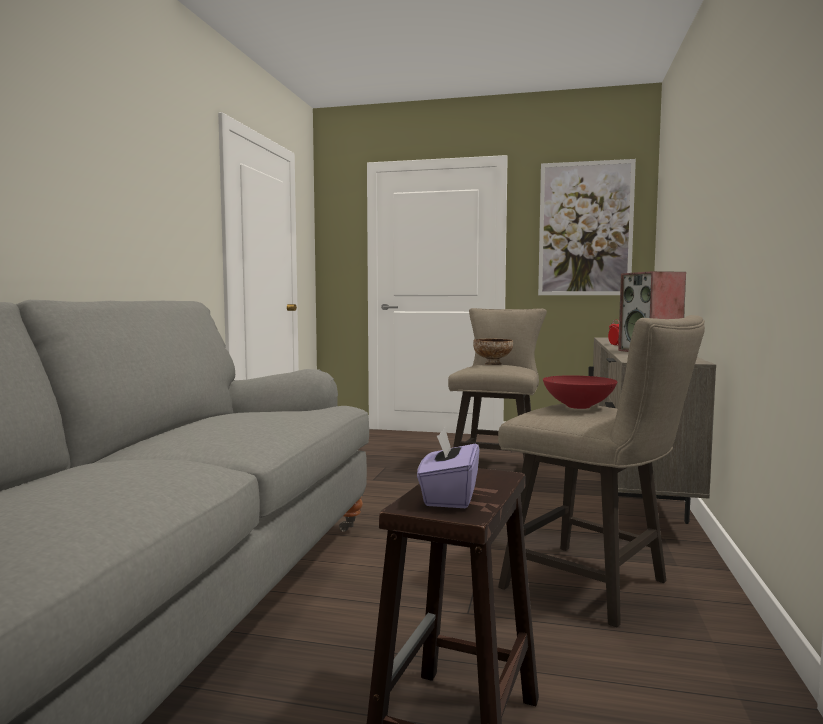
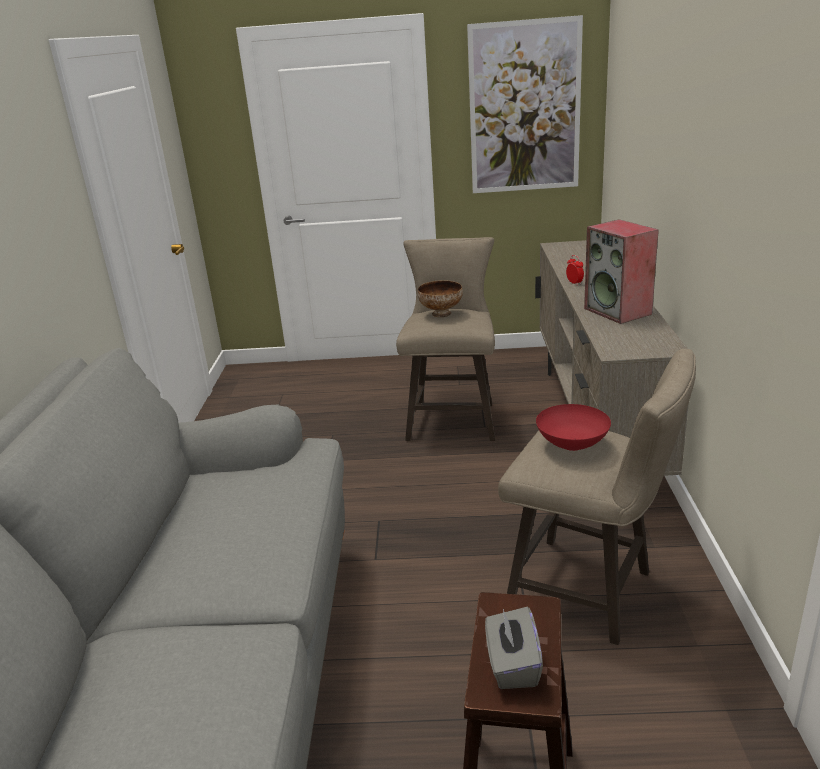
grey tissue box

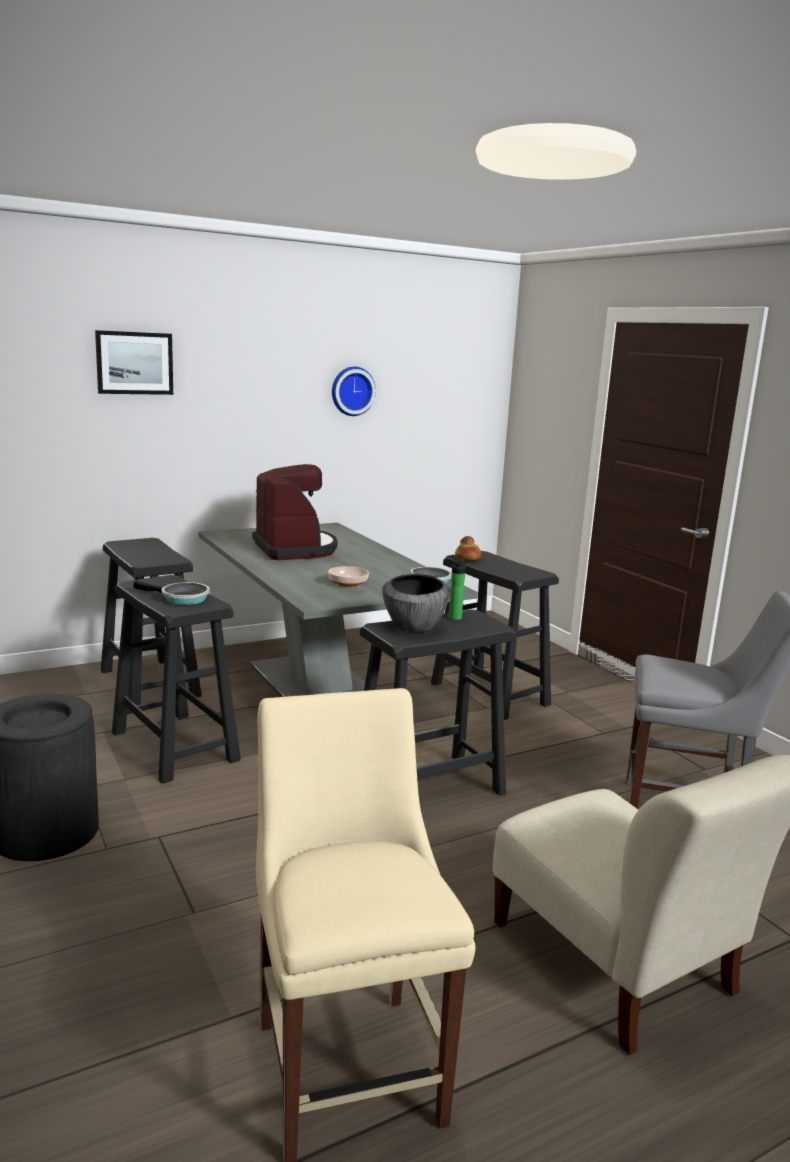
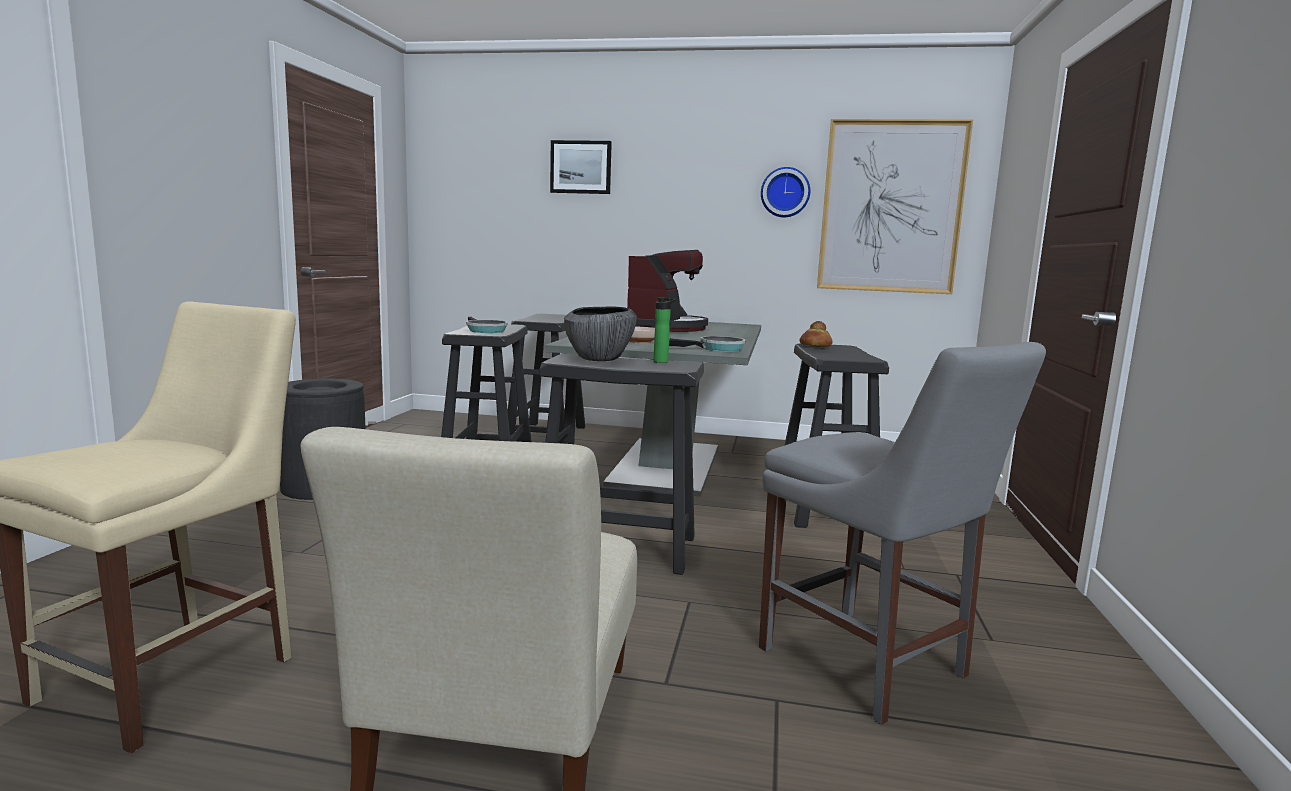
picture (2nd from left)

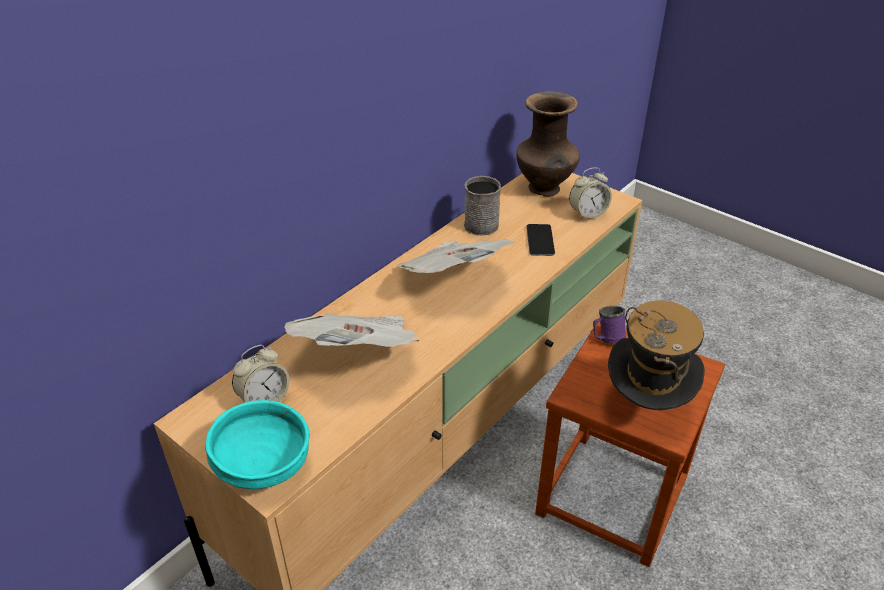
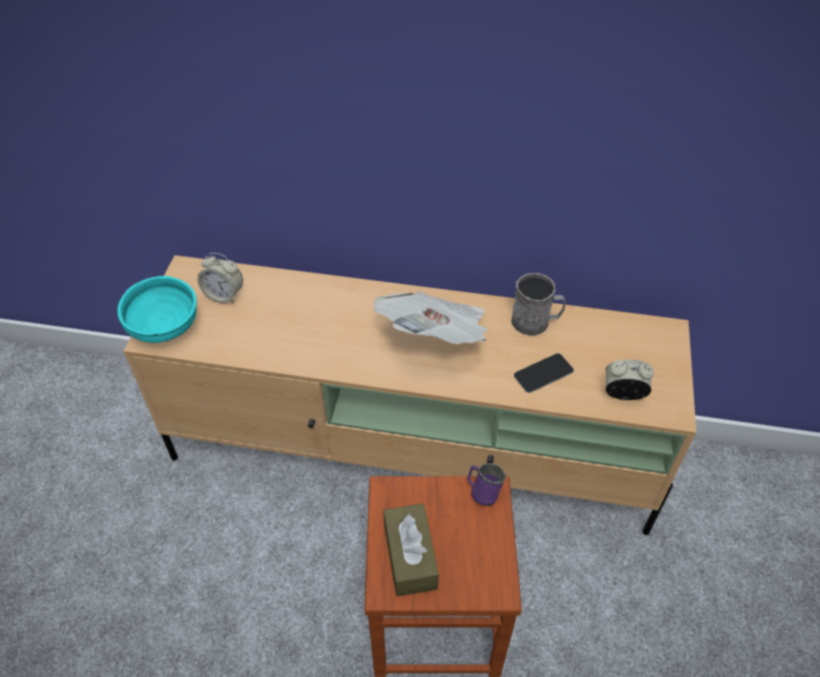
brown vase
alarm clock (2nd from left)
brown tissue box
newspaper (1st from left in the first image)

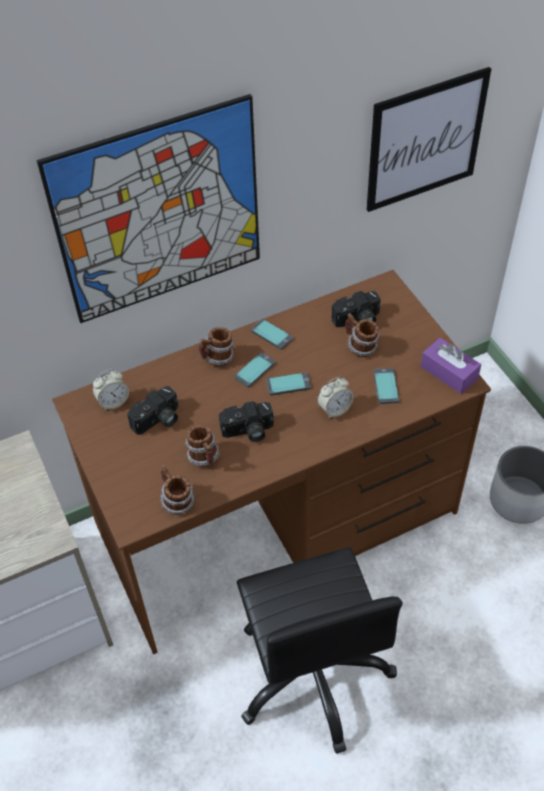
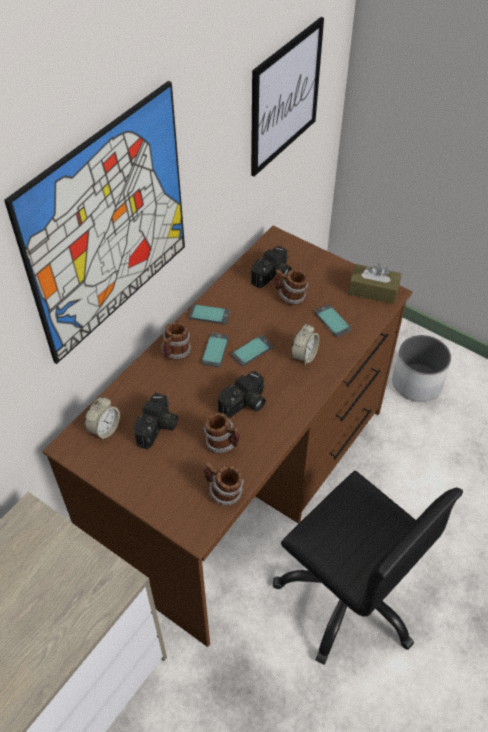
brown tissue box

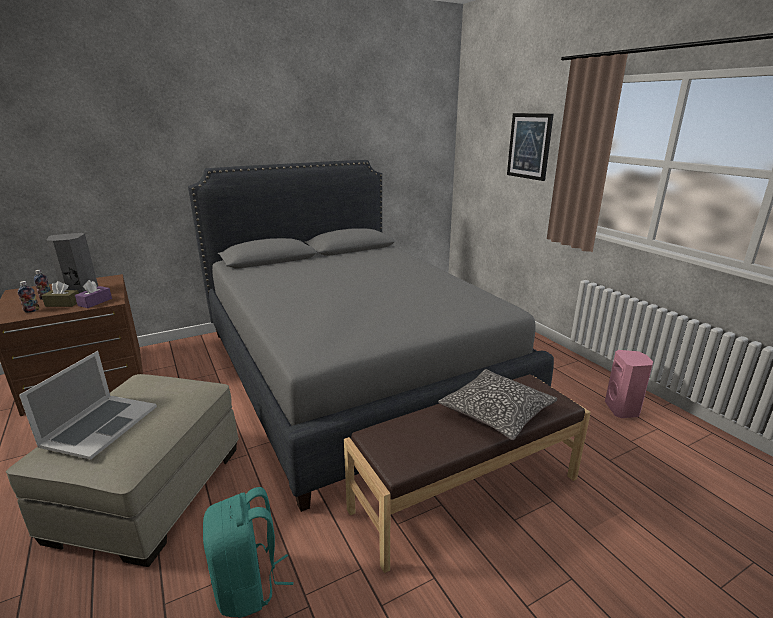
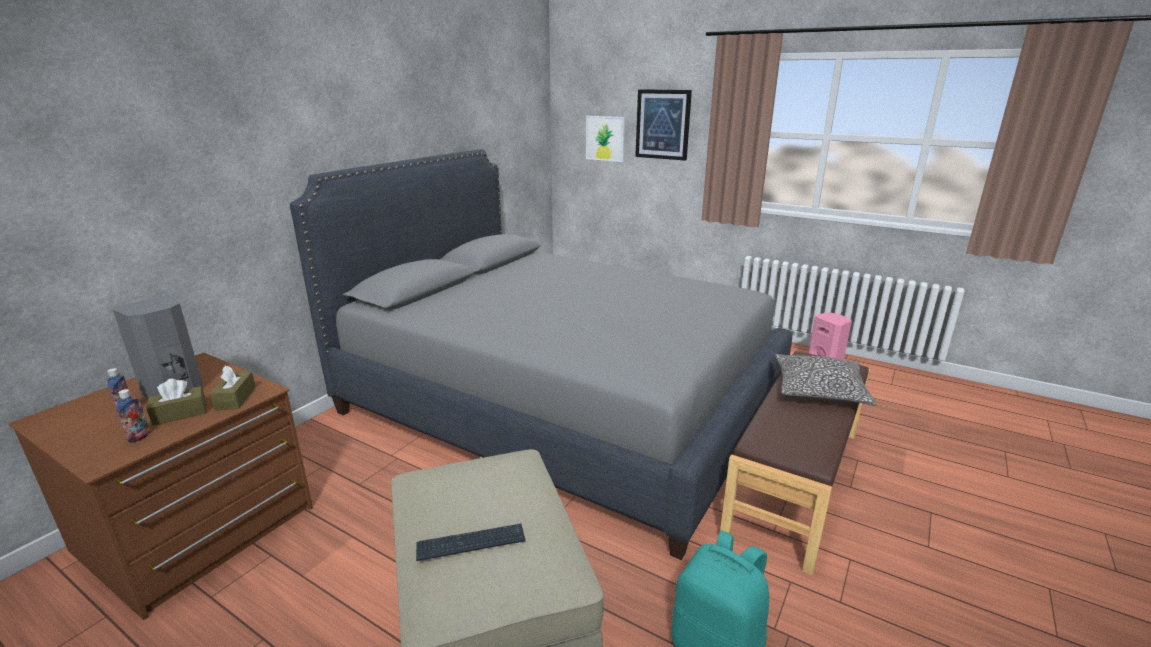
brown tissue box (2nd from left)
keyboard
picture (1st from left)

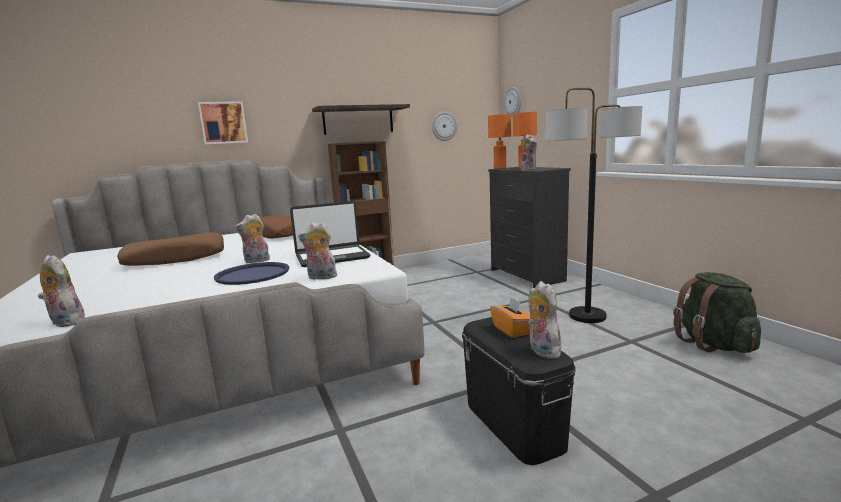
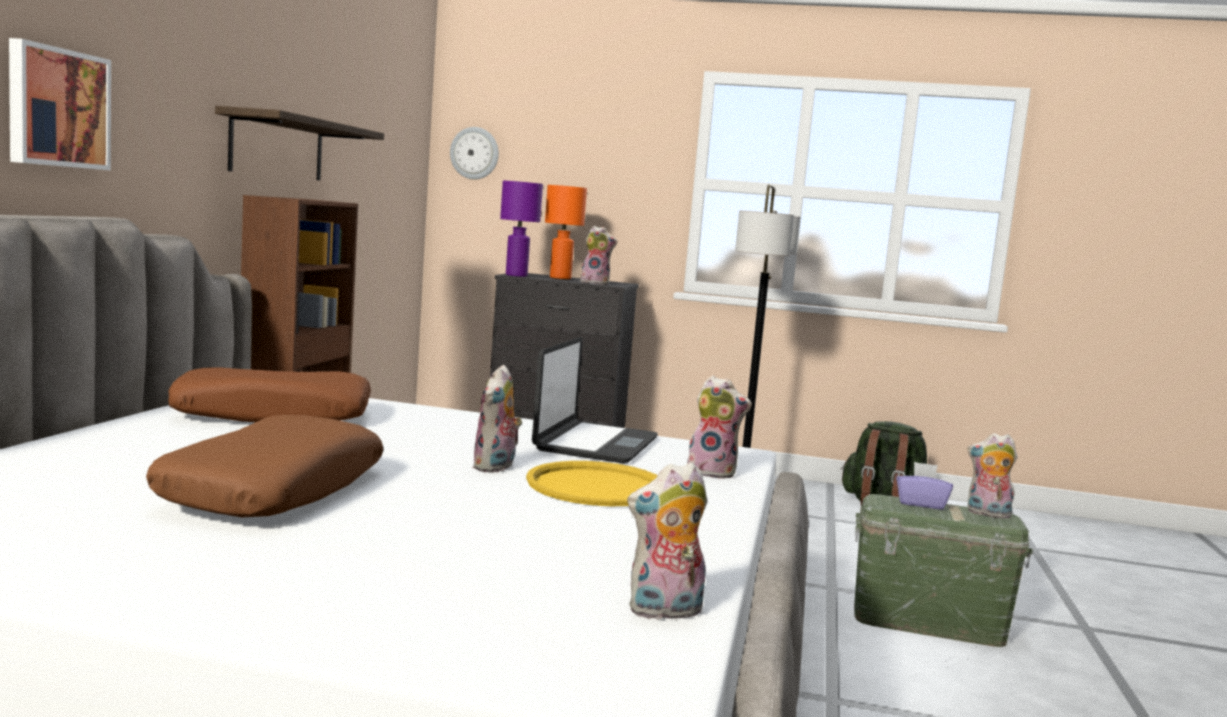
wall clock (1st from left in the first image)
purple table lamp
plush toy (4th from left)
yellow tray
purple tissue box
green storage box

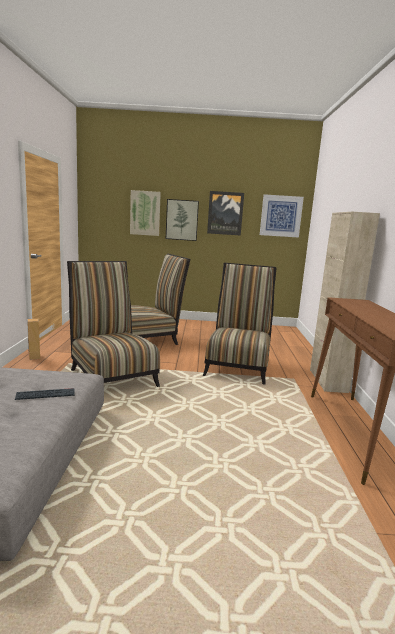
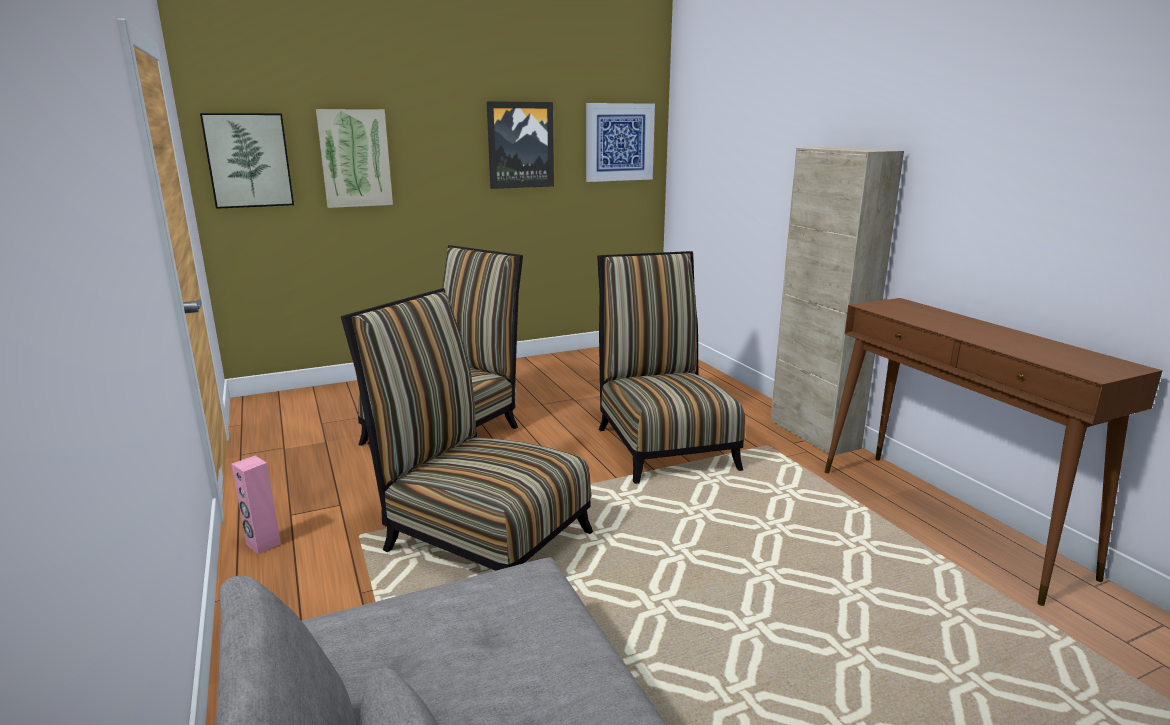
picture (1st from left)
pink speaker
keyboard

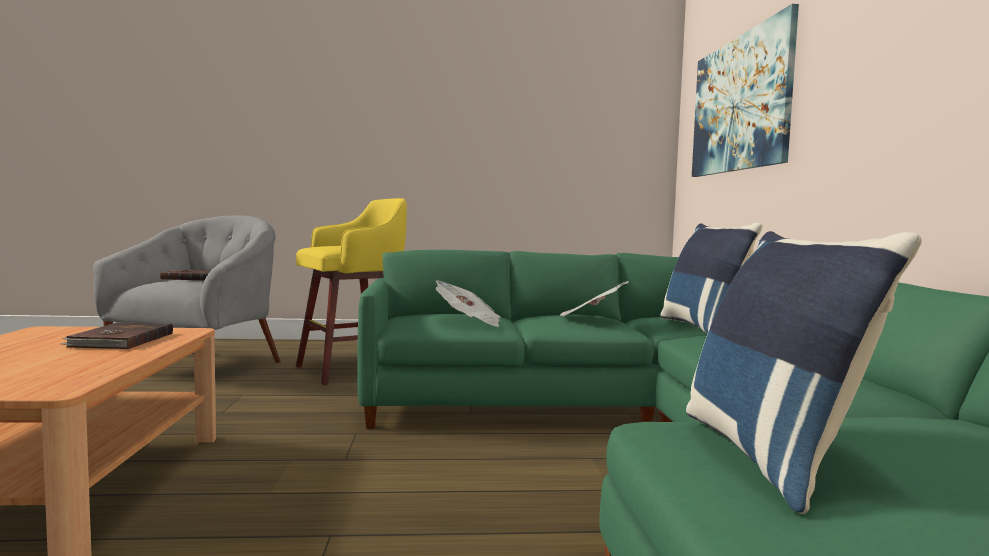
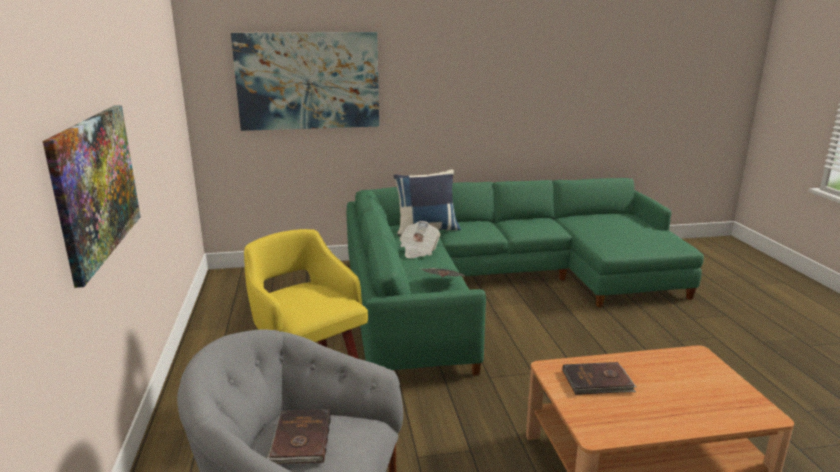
blue pillow (2nd from left in the first image)
picture (1st from left)

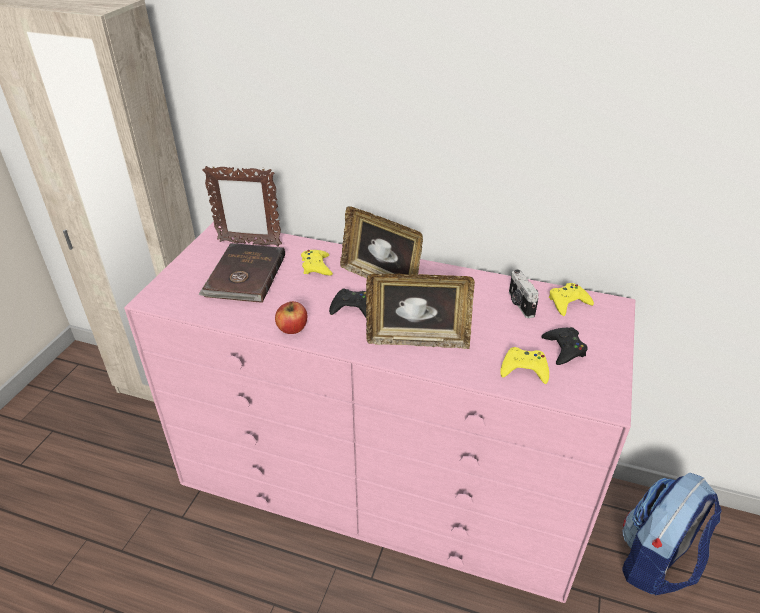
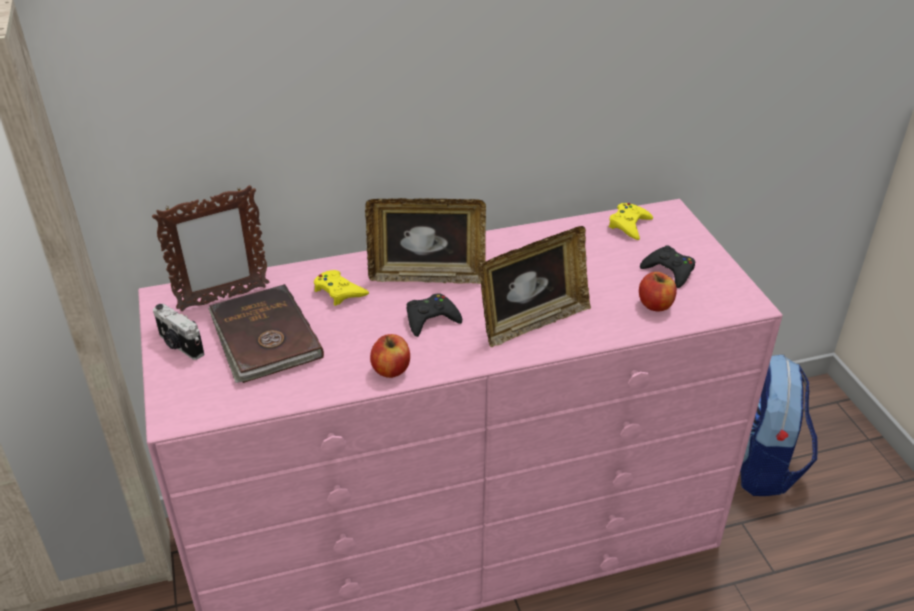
photo camera
apple (2nd from left)

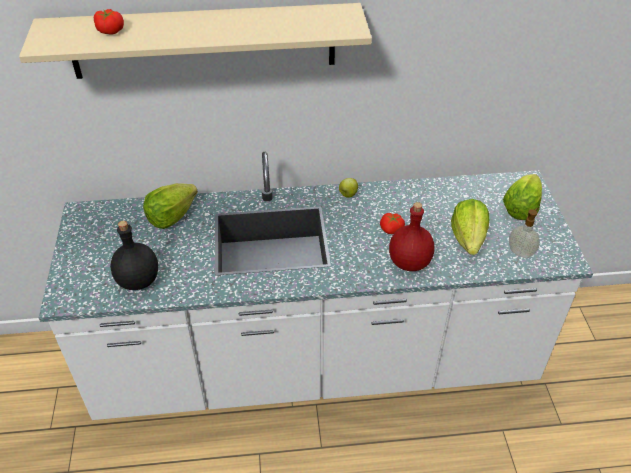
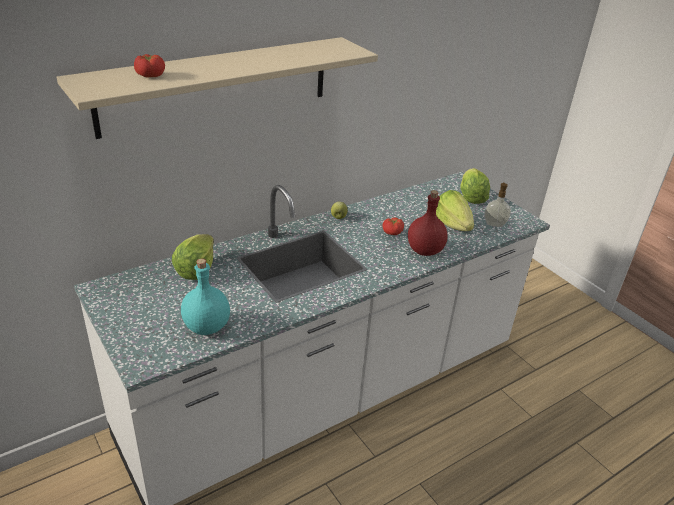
turquoise bottle

